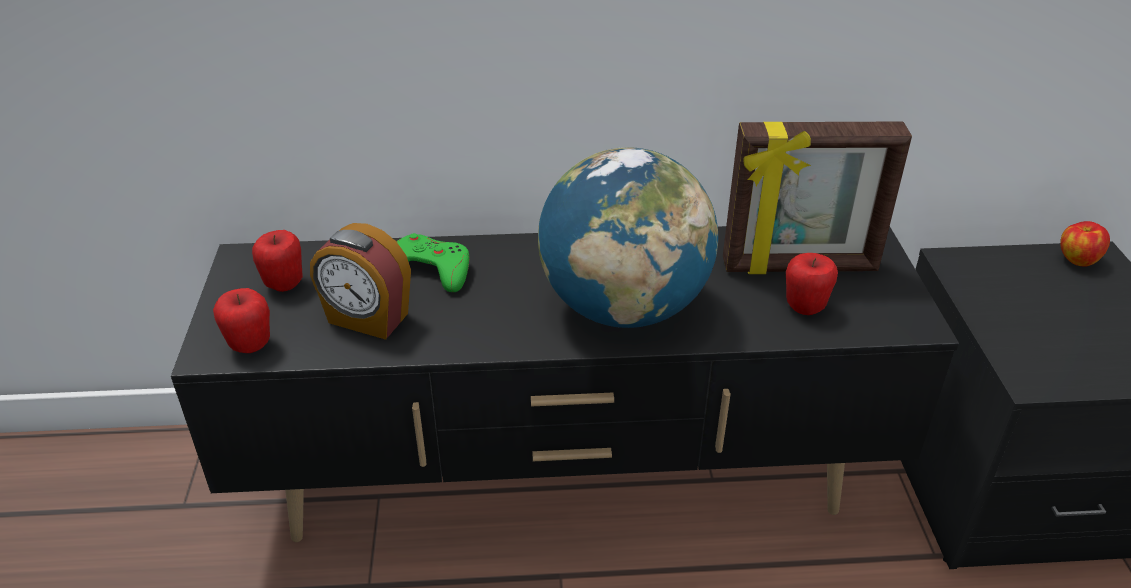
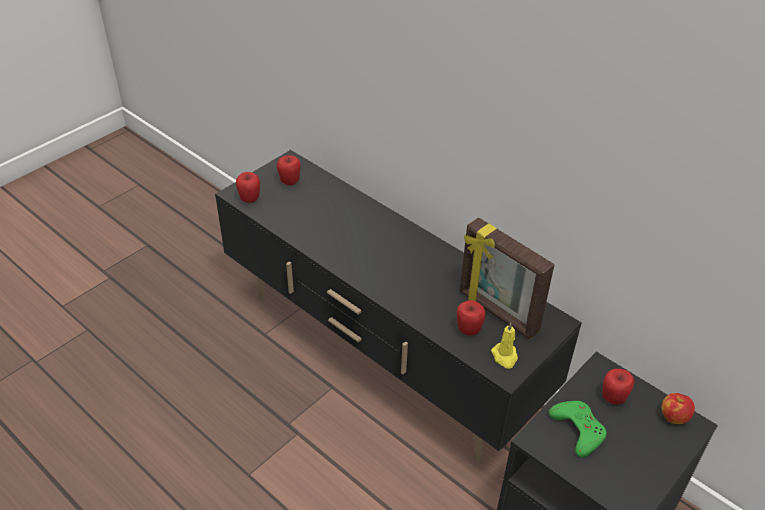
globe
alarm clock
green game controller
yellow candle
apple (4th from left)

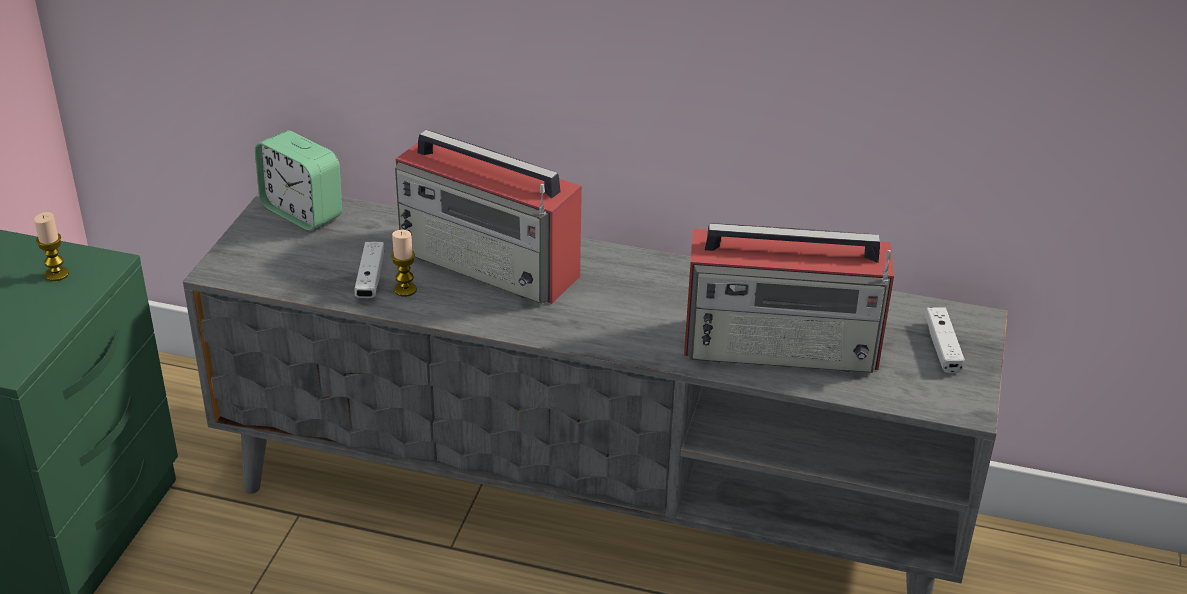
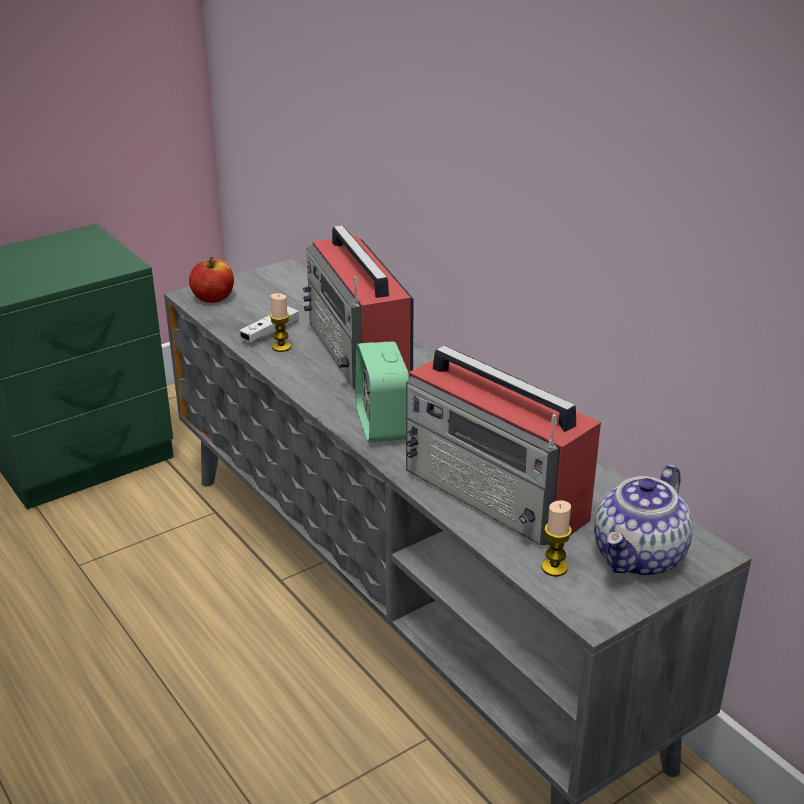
alarm clock
candle (2nd from left)
teapot
apple

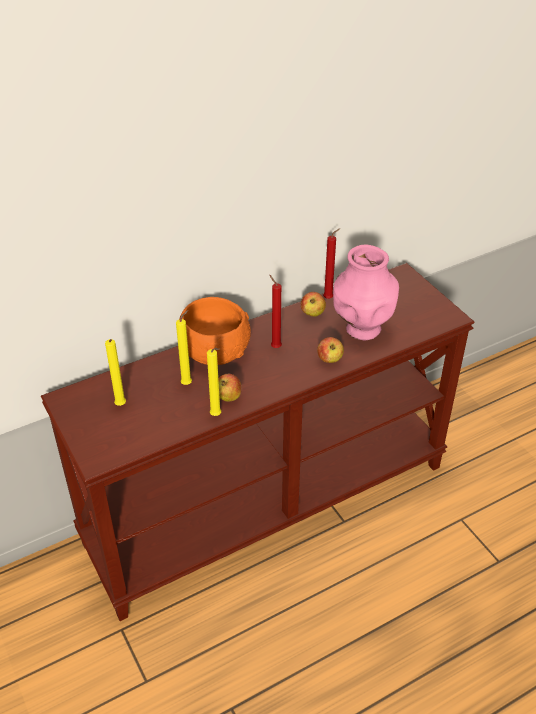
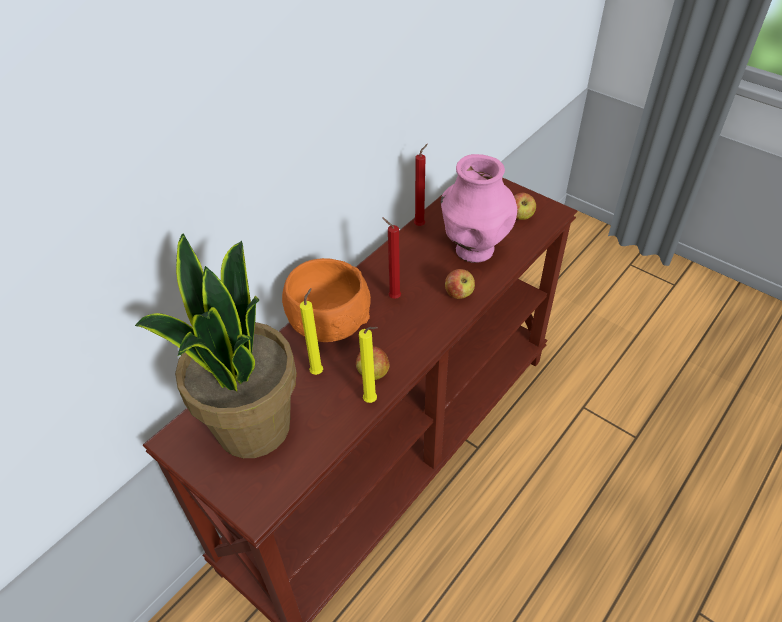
apple (3rd from left)
potted plant

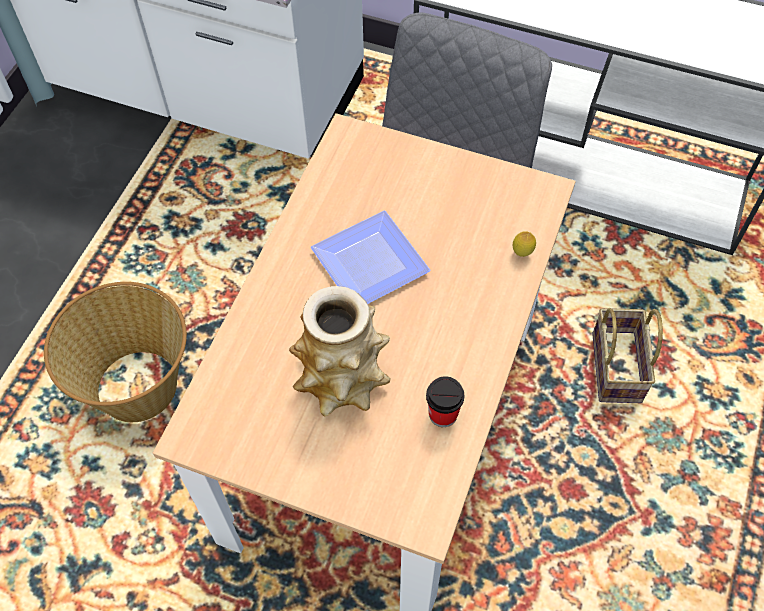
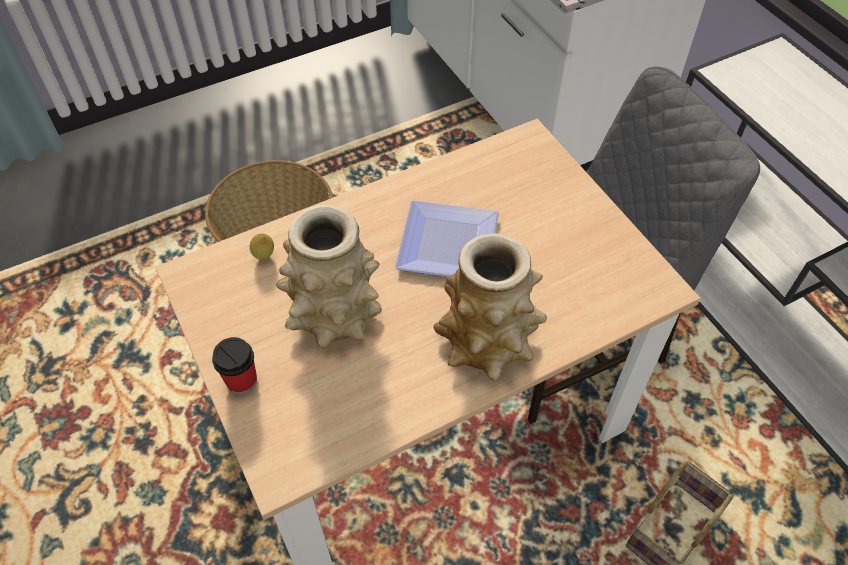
lemon
cup
vase (2nd from left)

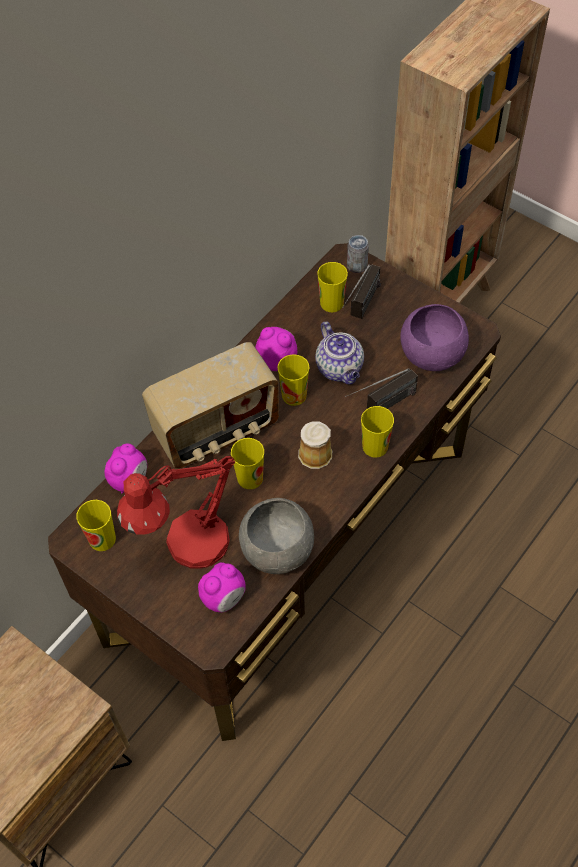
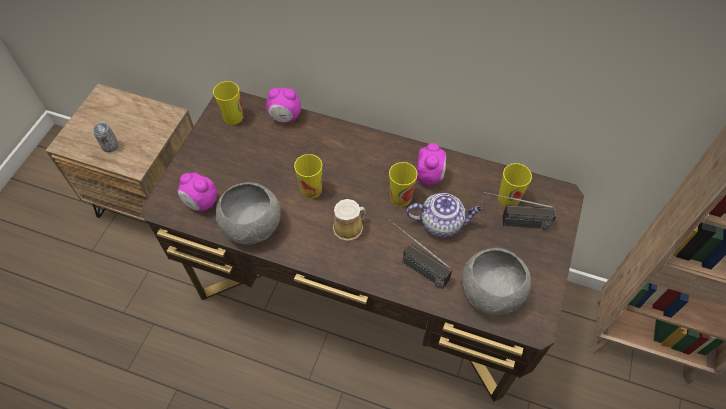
can
grey bowl (2nd from left)
teapot
radio (1st from left in the first image)
cup (5th from left in the first image)
red table lamp

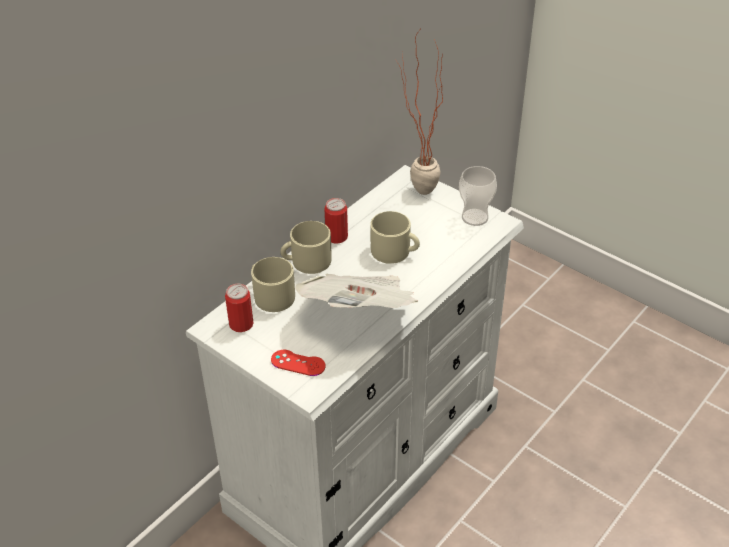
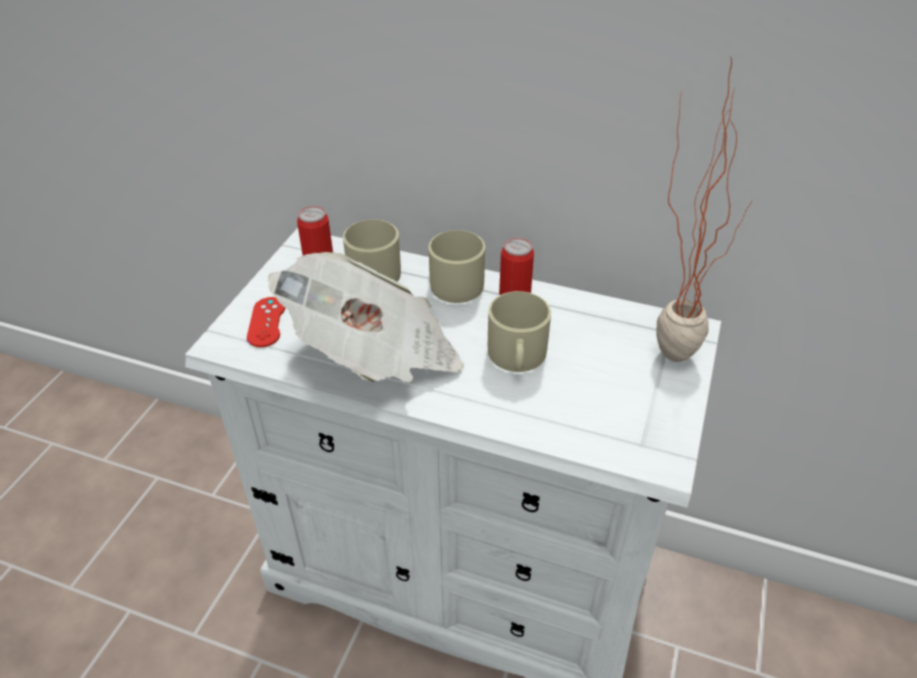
cup

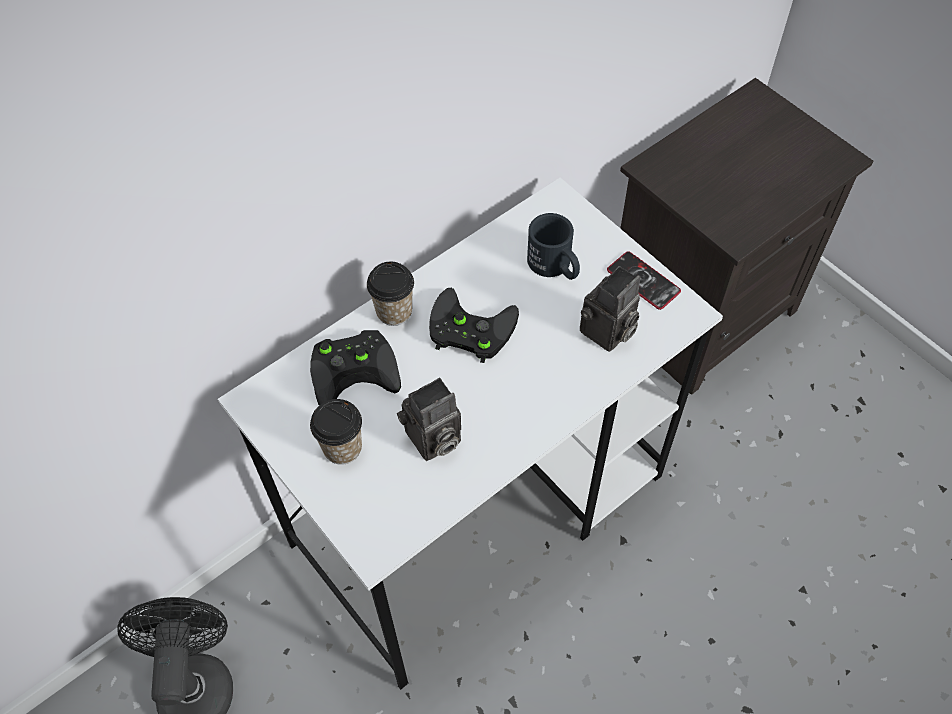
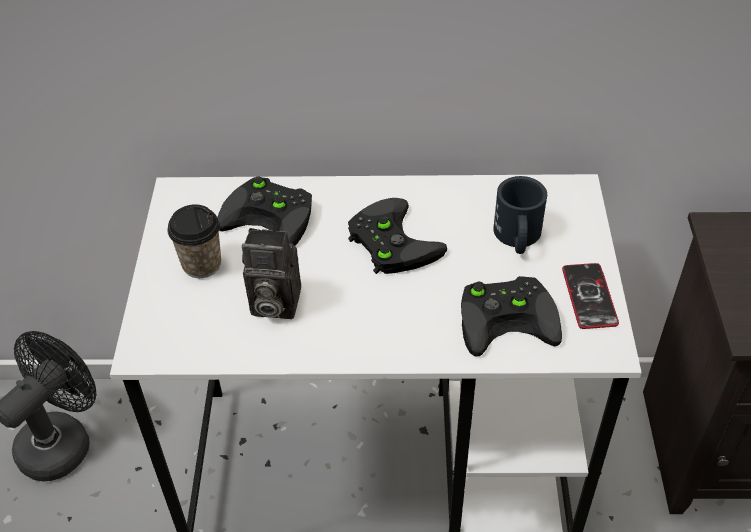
cup (2nd from left in the first image)
black game controller (3rd from left)

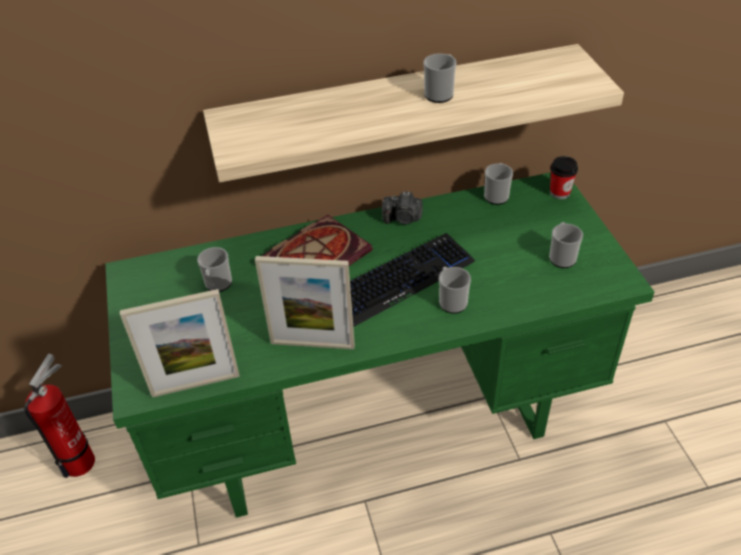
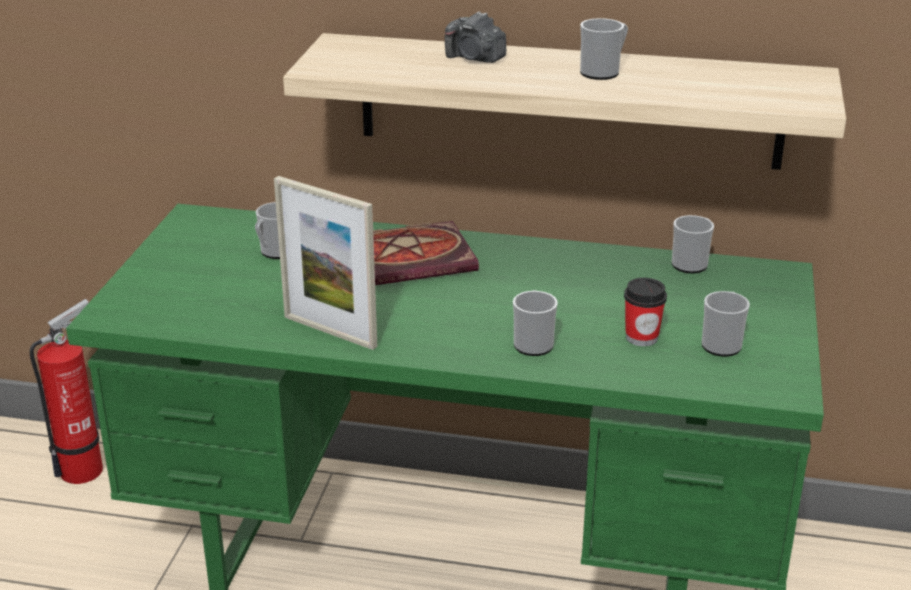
cup
photo camera
keyboard
picture frame (1st from left in the first image)

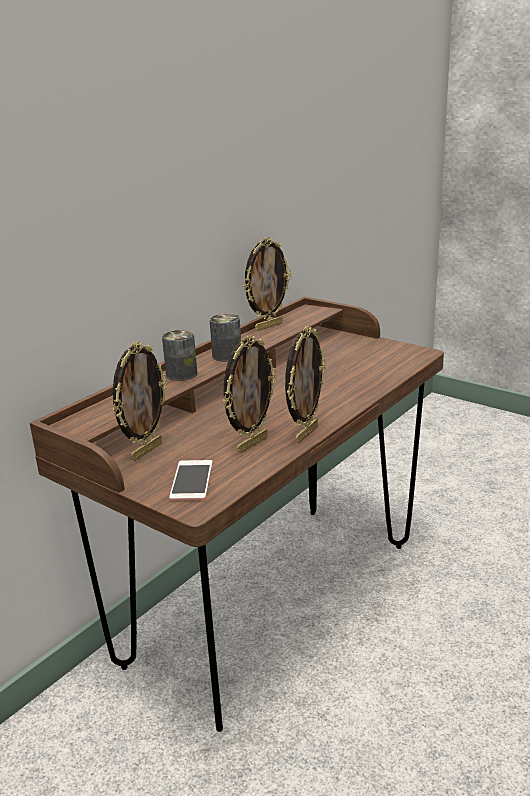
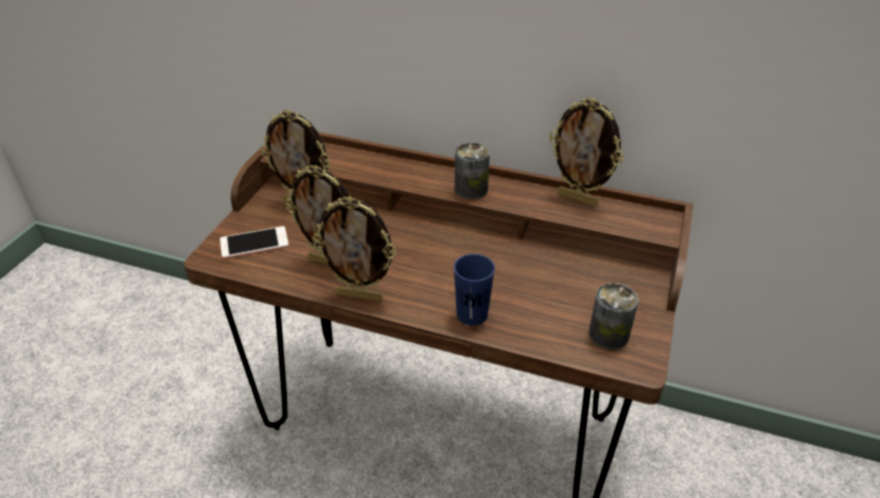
can (2nd from left)
blue cup

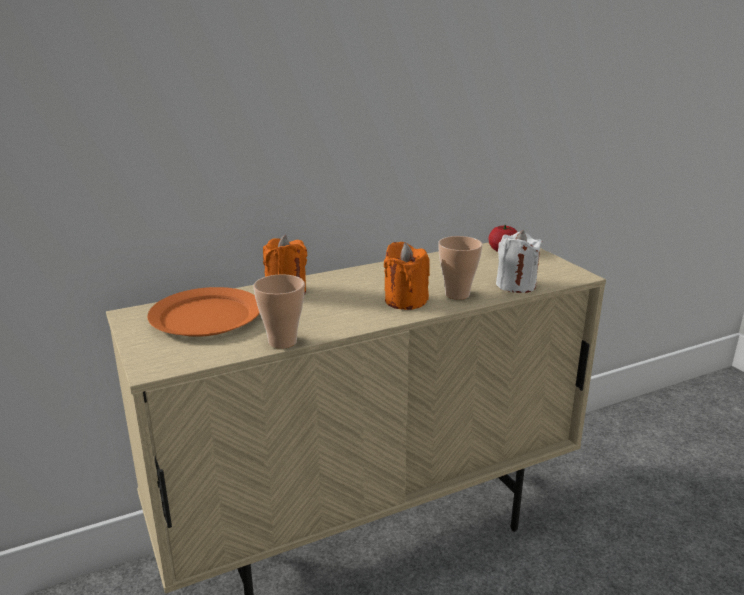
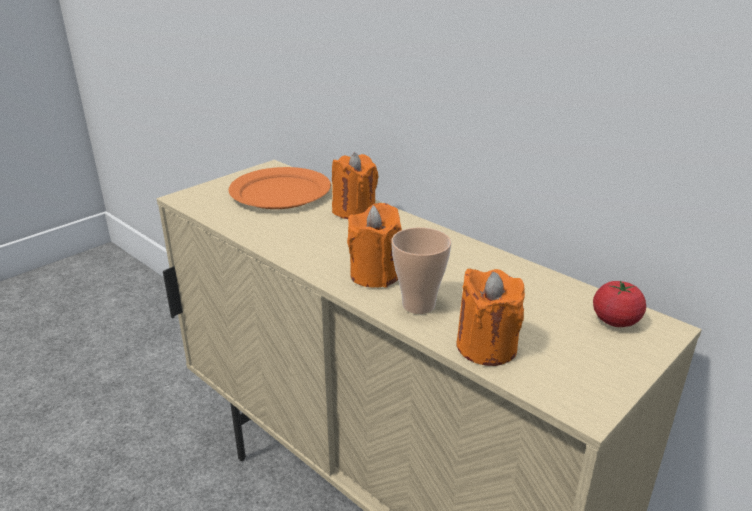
orange candle (3rd from left)
cup (1st from left in the first image)

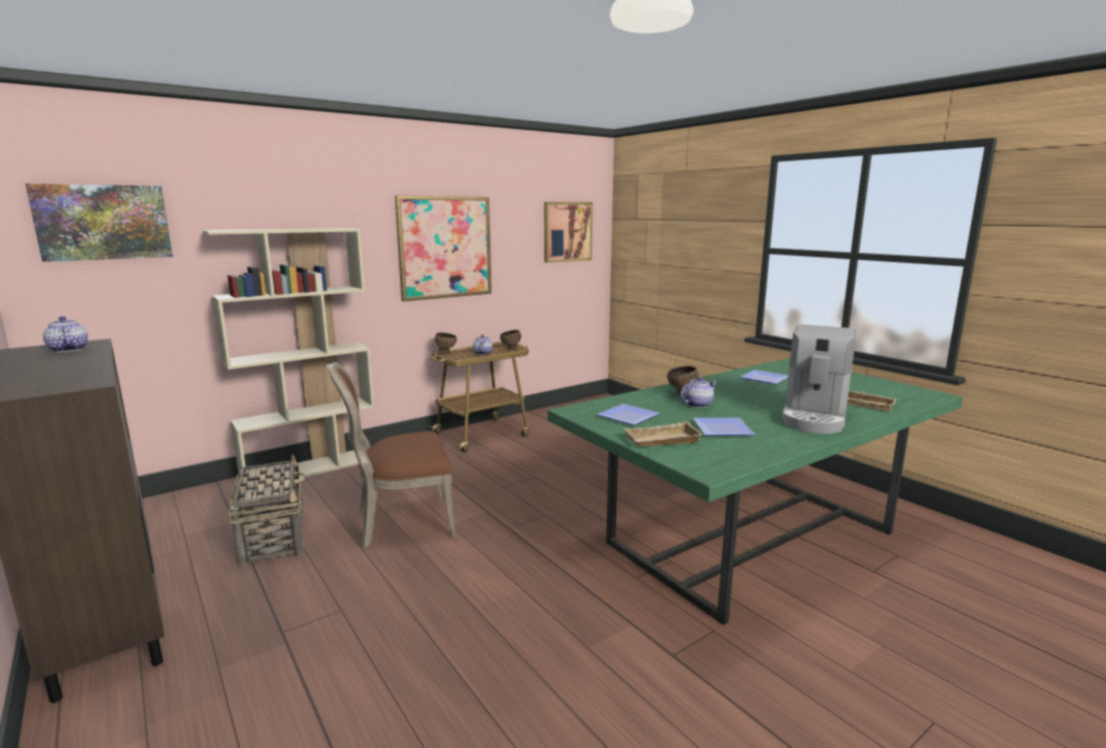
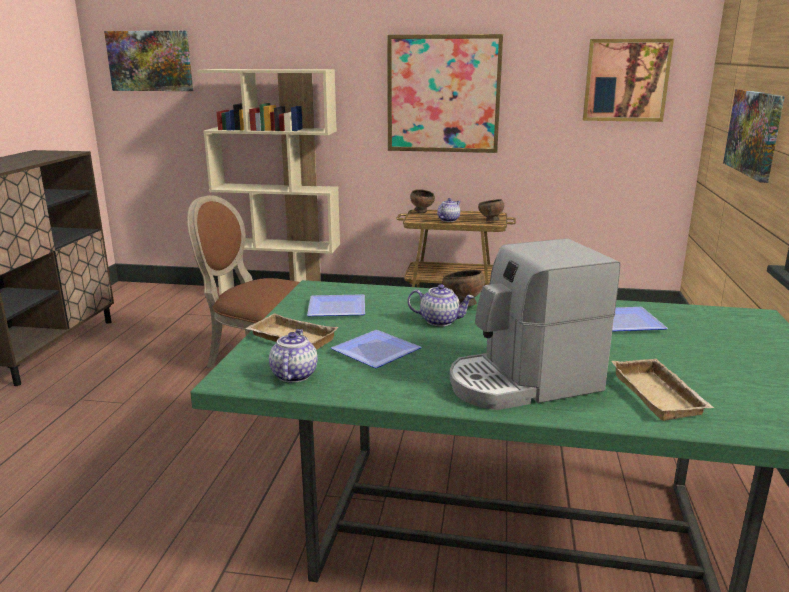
teapot (1st from left)
basket
picture (4th from left)

